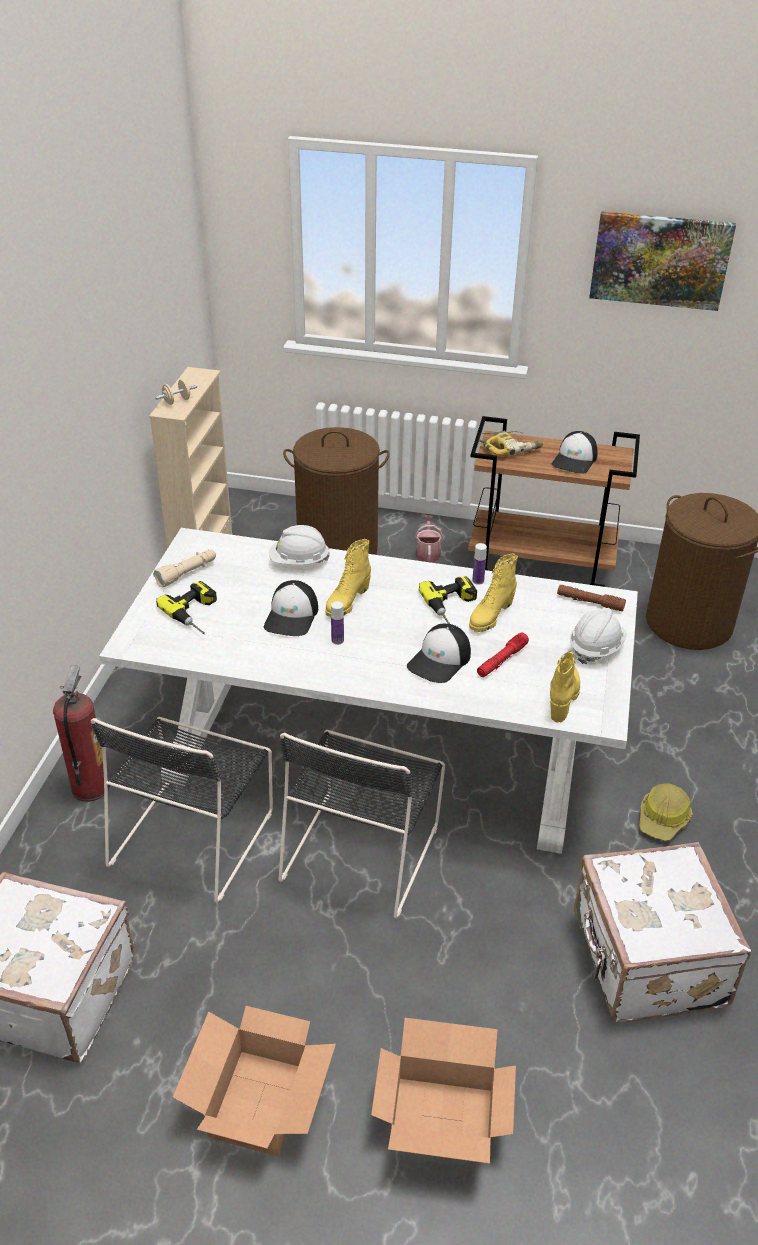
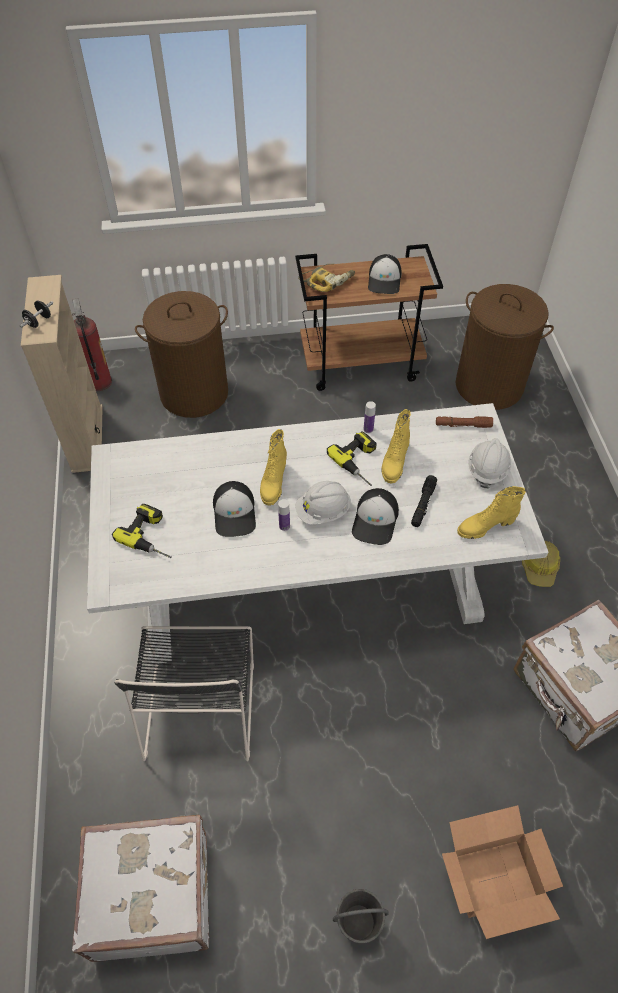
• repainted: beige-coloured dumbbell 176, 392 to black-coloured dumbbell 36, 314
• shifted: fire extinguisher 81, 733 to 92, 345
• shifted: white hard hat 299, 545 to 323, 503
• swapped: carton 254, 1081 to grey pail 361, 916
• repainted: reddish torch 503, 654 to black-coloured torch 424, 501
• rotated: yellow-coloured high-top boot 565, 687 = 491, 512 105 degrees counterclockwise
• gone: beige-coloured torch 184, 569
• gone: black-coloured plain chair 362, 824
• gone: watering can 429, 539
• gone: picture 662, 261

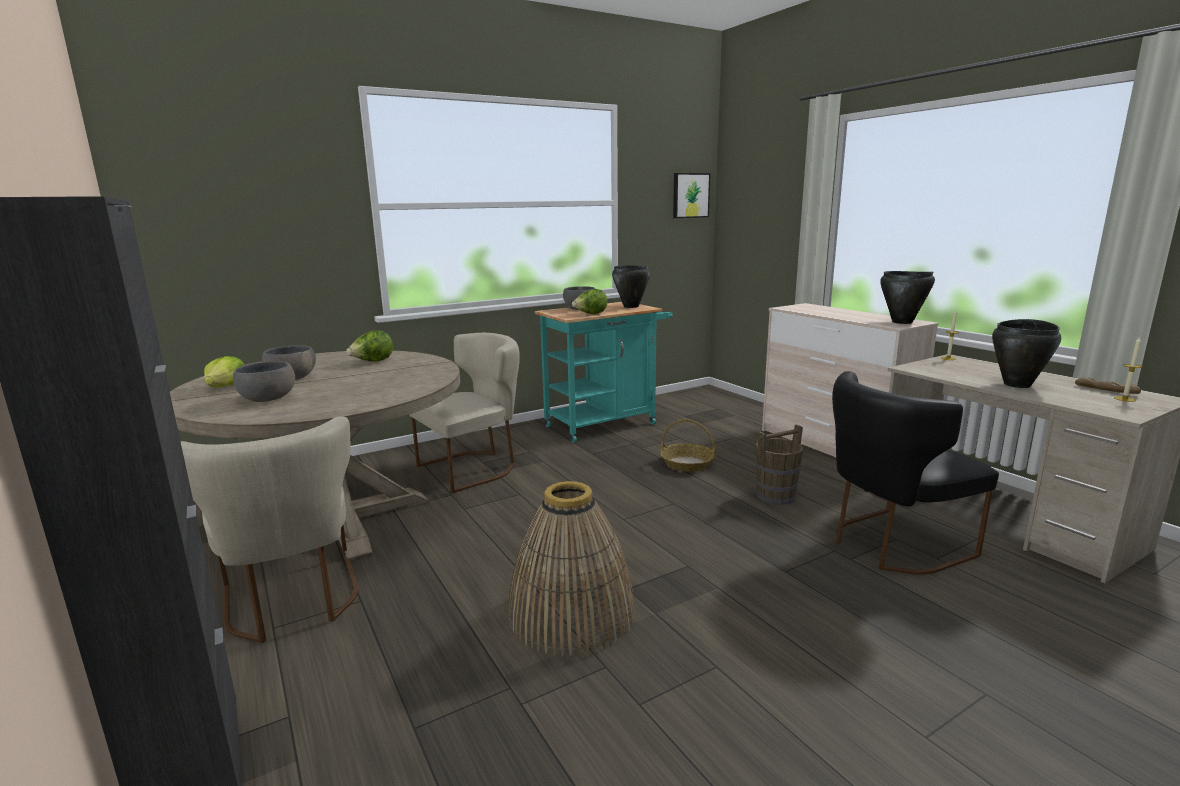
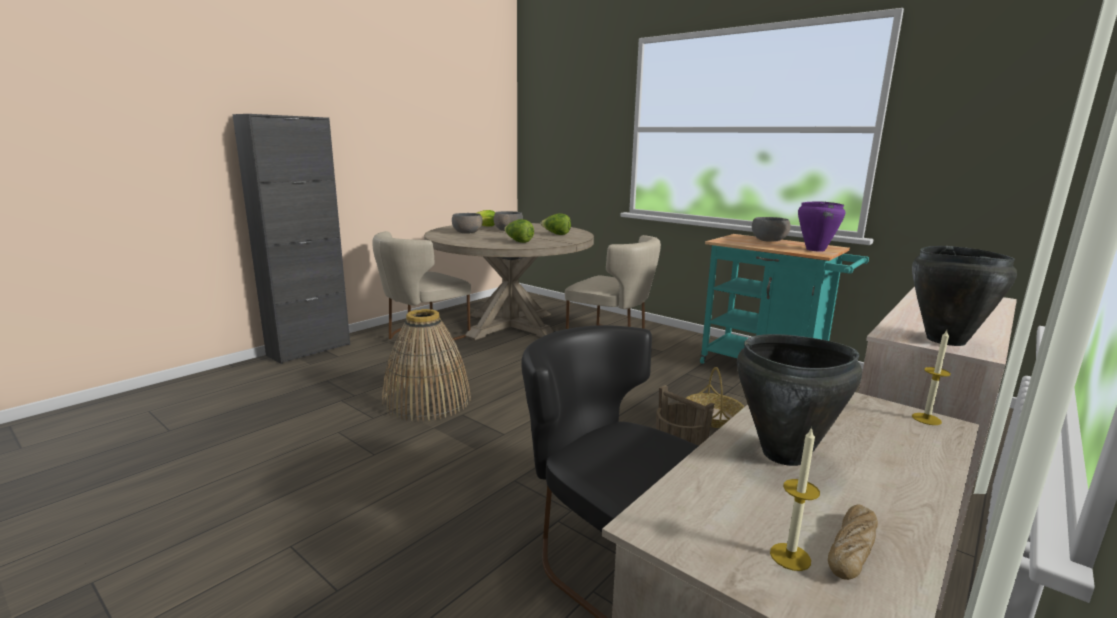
• shifted: lettuce head 590, 301 to 519, 231
• repainted: black-coloured stockpot 631, 286 to purple stockpot 821, 226
• gone: picture 692, 195

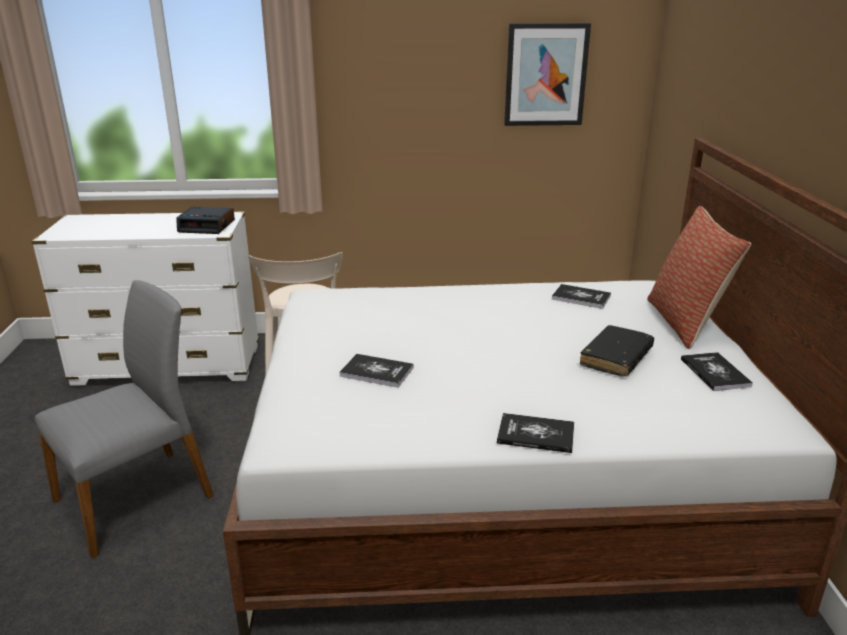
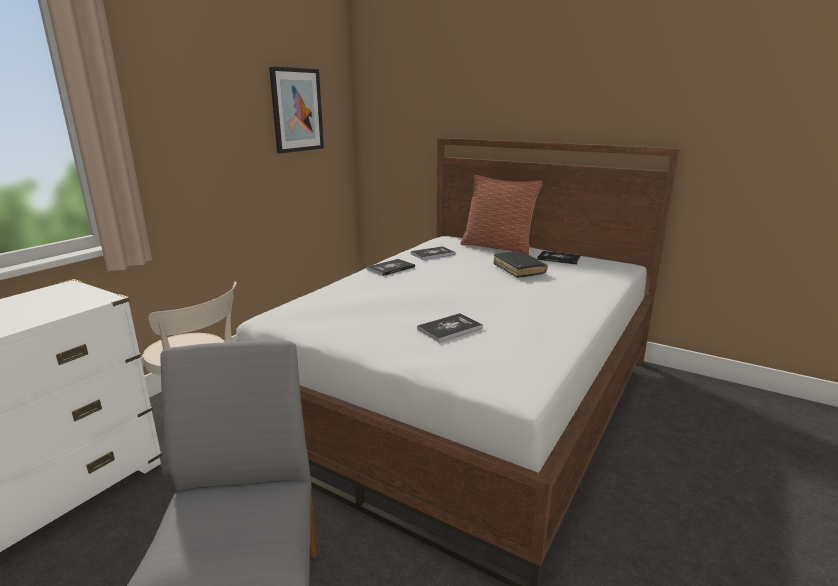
• shifted: bound book 535, 433 to 391, 267
• gone: alarm clock 205, 220

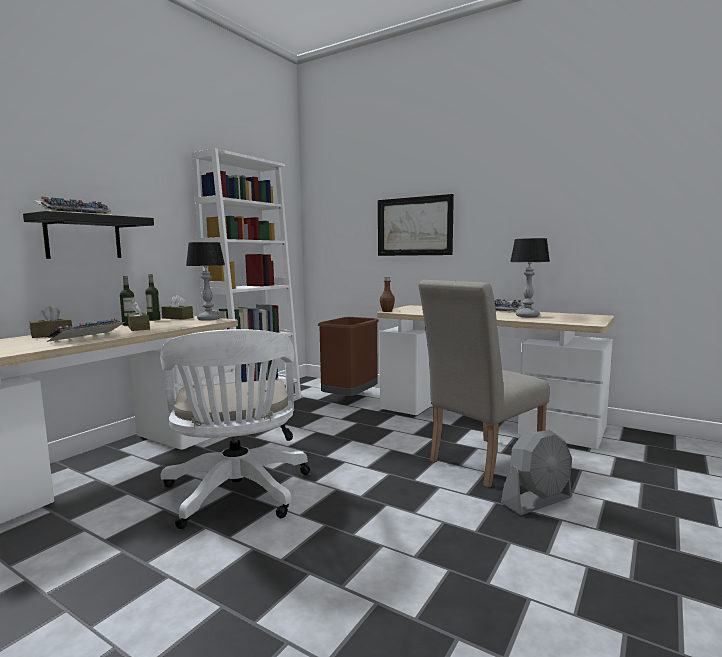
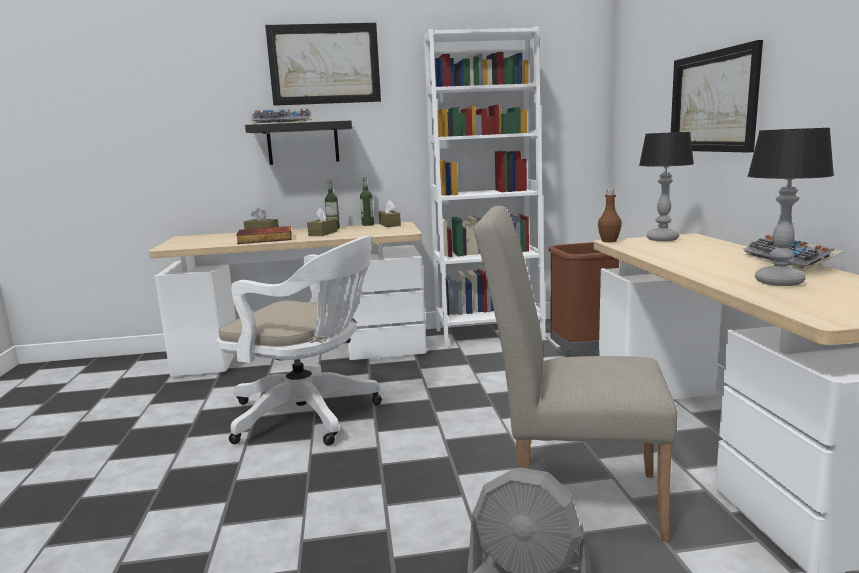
• rotated: white office chair 235, 429 = 299, 340 105 degrees counterclockwise
• swapped: computer keyboard 85, 330 to bound book 264, 235
• new: picture 323, 64
• shifted: tabletop lamp 205, 281 to 666, 186

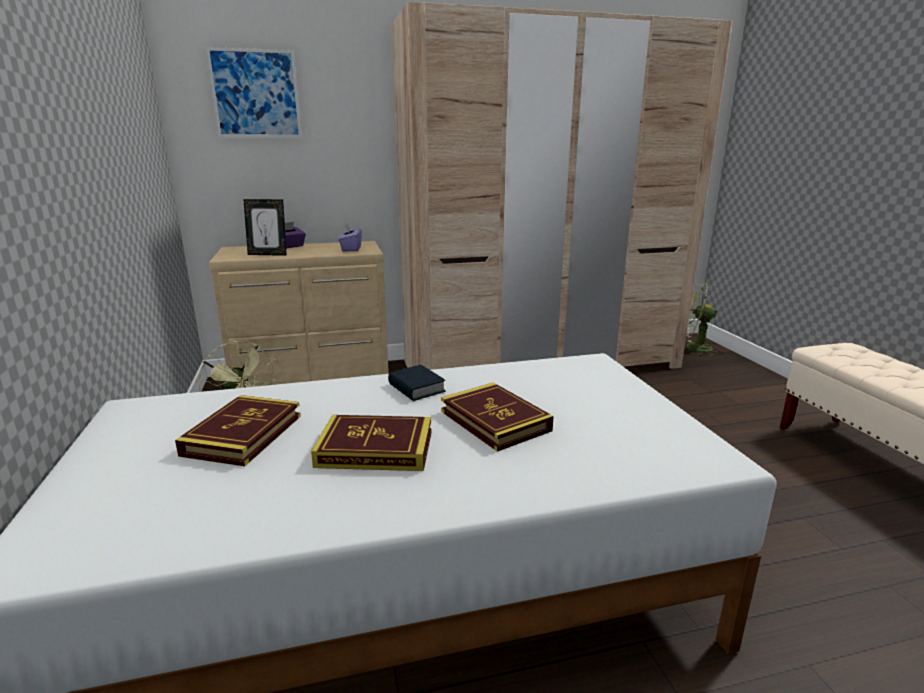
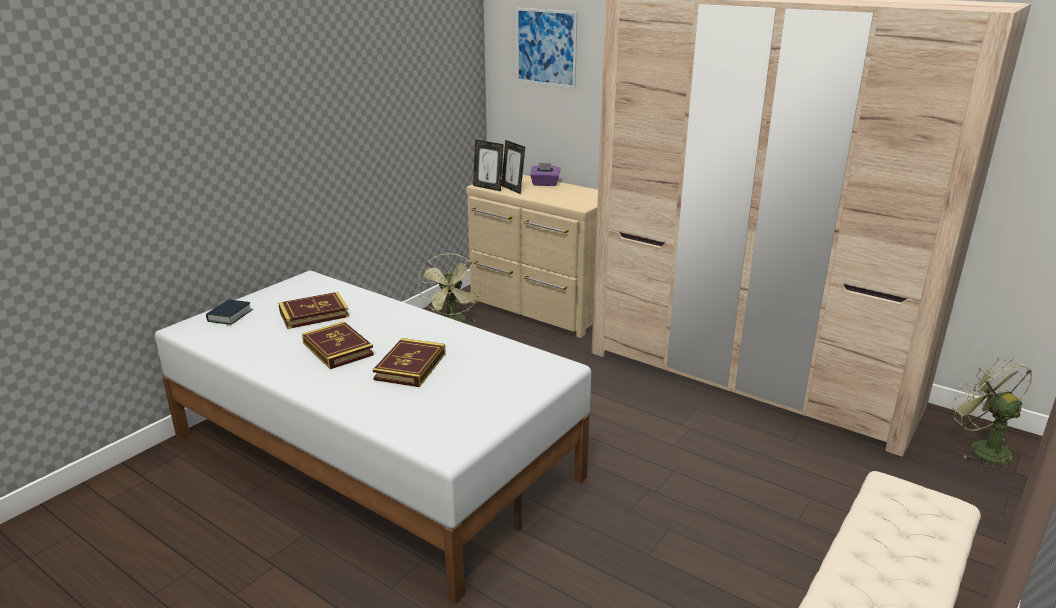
• shifted: bound book 417, 383 to 229, 312
• new: picture frame 488, 165
• gone: purple tissue holder 350, 237

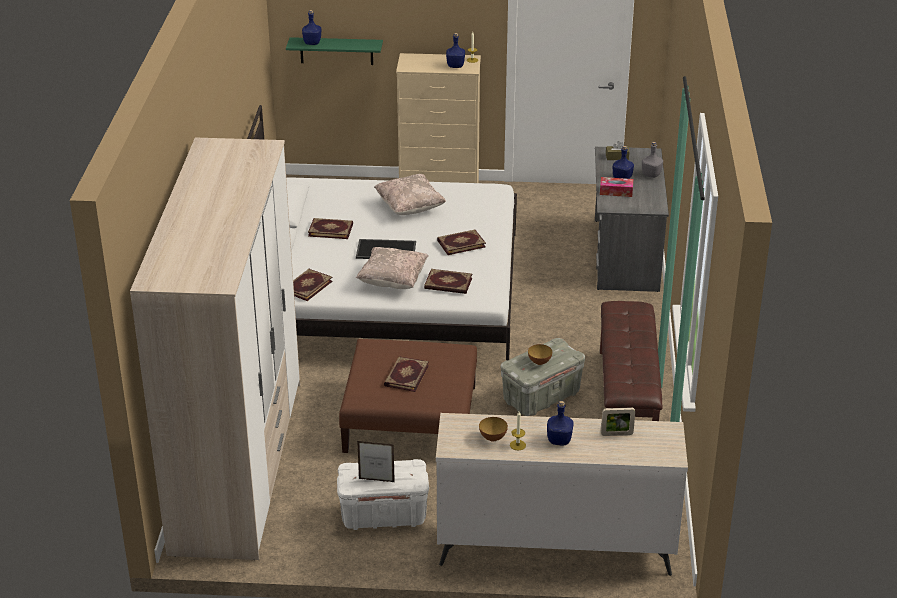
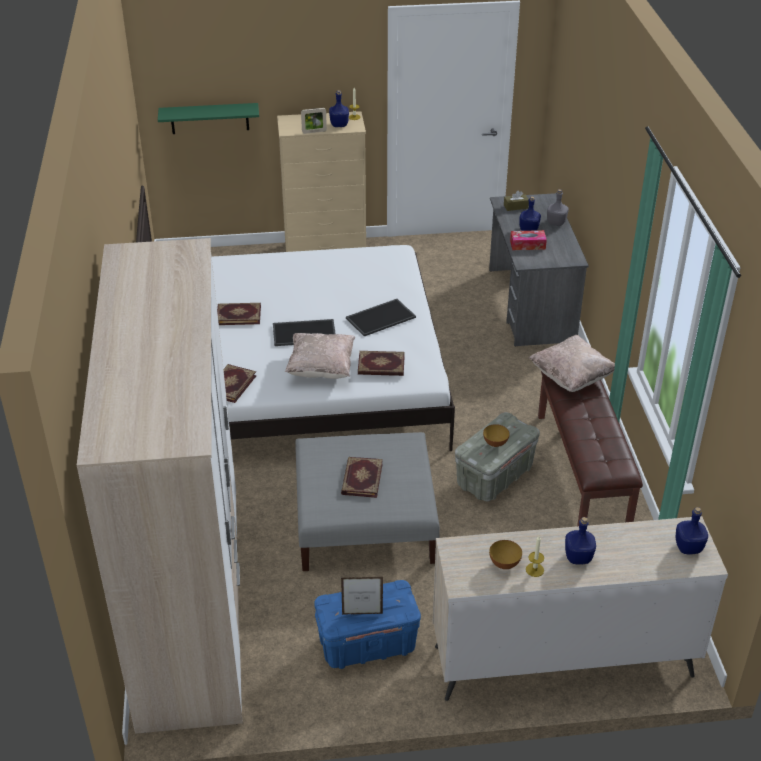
• repainted: brown-coloured pouffe 408, 396 to grey pouffe 367, 501
• shifted: picture frame 618, 421 to 314, 121
• repainted: white storage bin 383, 494 to blue storage bin 367, 624
• swapped: bound book 461, 242 to tray 381, 317
• shifted: beige-coloured throw pillow 410, 194 to 572, 363
• shifted: blue bottle 311, 27 to 692, 531

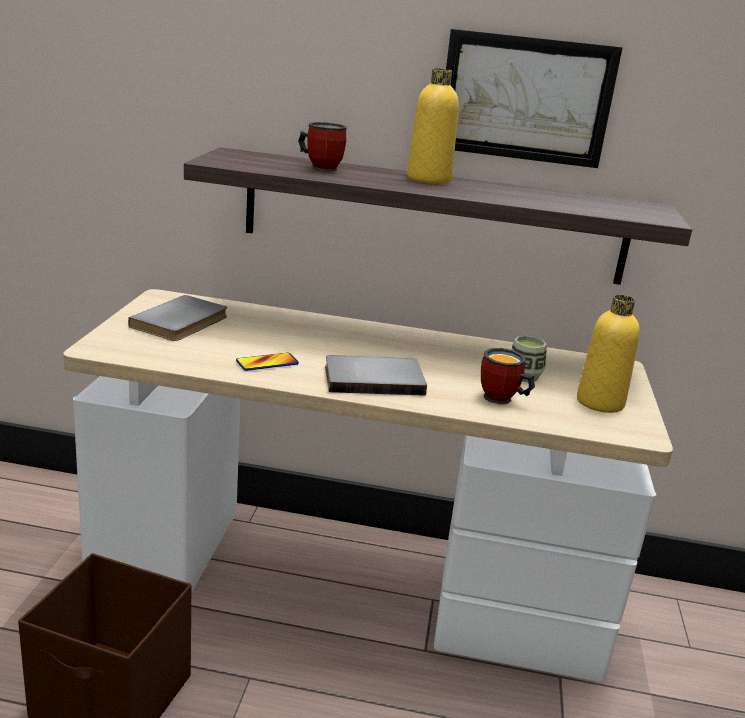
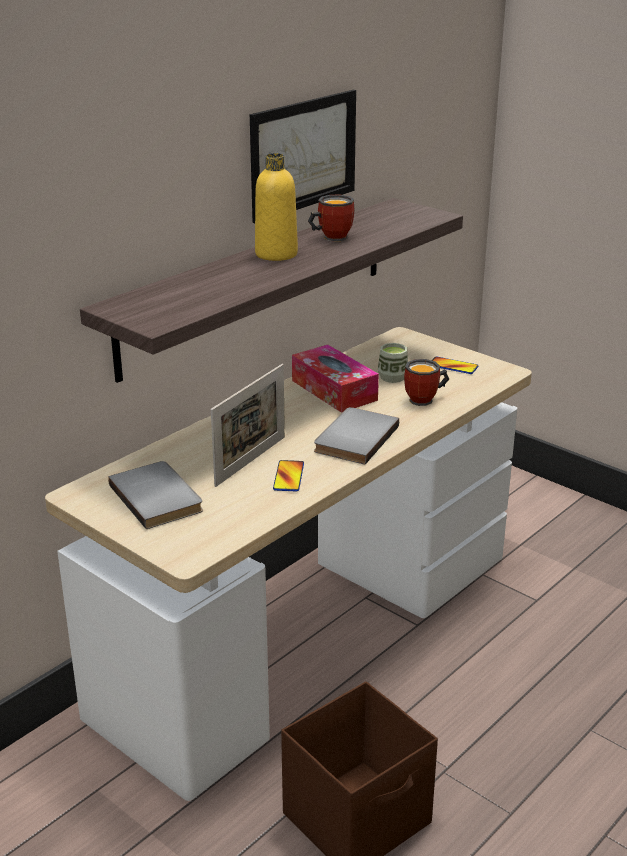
• new: picture frame 248, 425
• new: tissue holder 335, 379
• shifted: coffee mug 322, 147 to 331, 218
• swapped: yellow-coloured bottle 608, 354 to handset 455, 365

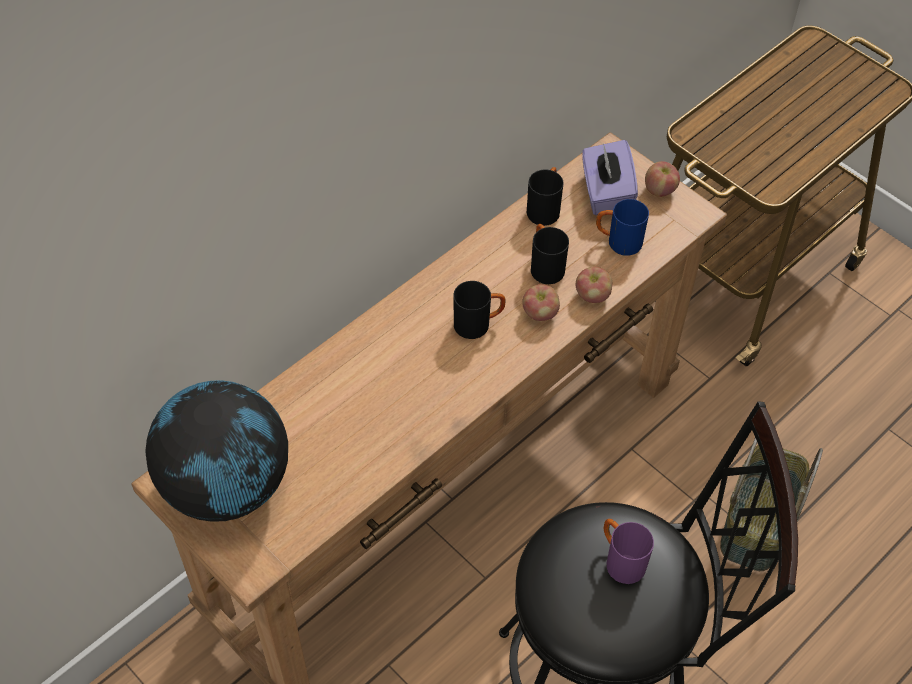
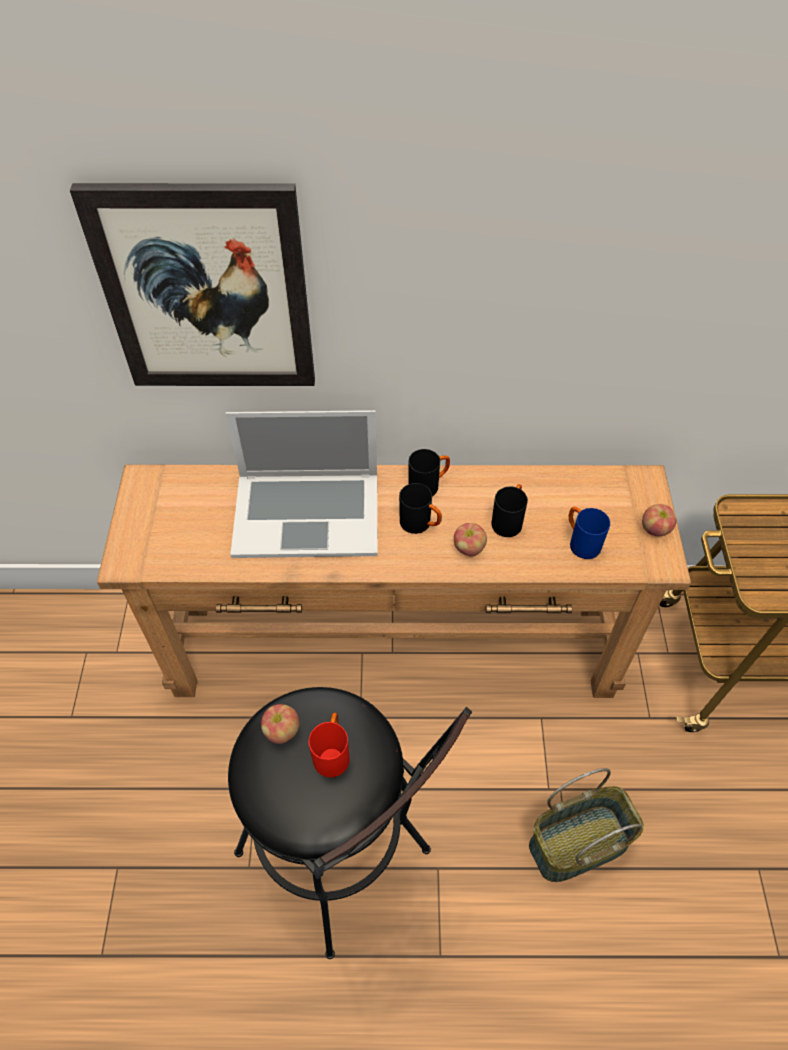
• new: picture 192, 284
• new: laptop 302, 484
• shifted: apple 594, 285 to 280, 724
• repainted: purple coffee mug 629, 551 to reddish coffee mug 329, 745
• shifted: black-coloured coffee mug 545, 196 to 429, 472
• gone: desk globe 216, 451
• gone: purple tissue holder 610, 177

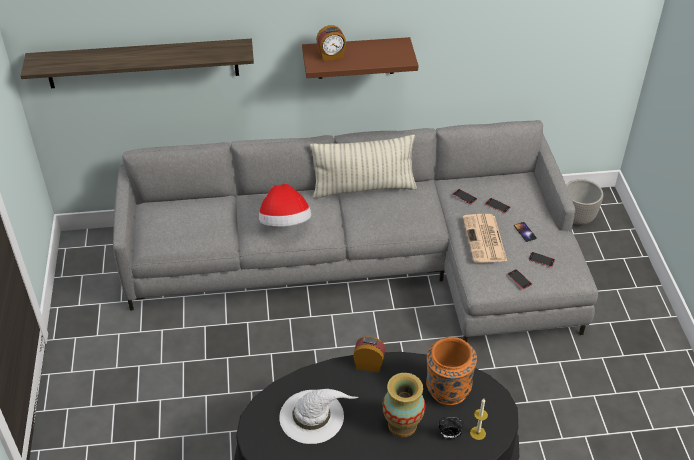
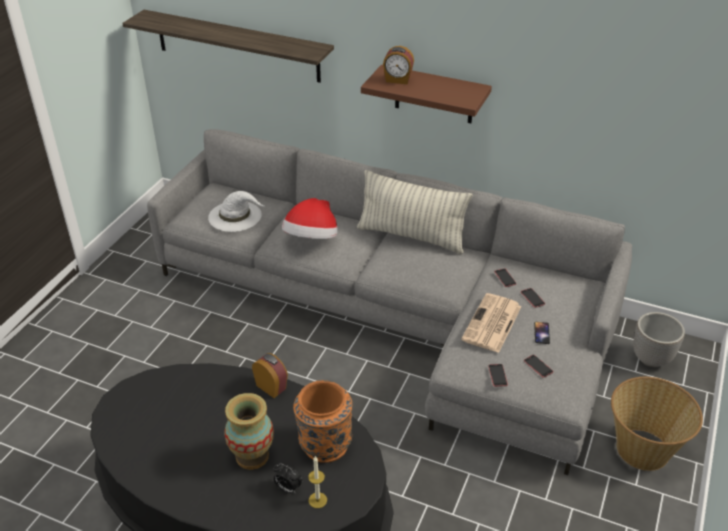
• shifted: white wearable hat 318, 416 to 236, 211
• new: basket 657, 424

